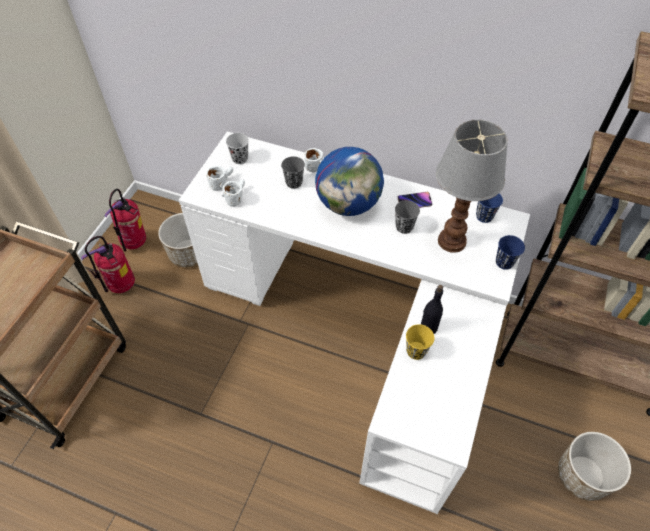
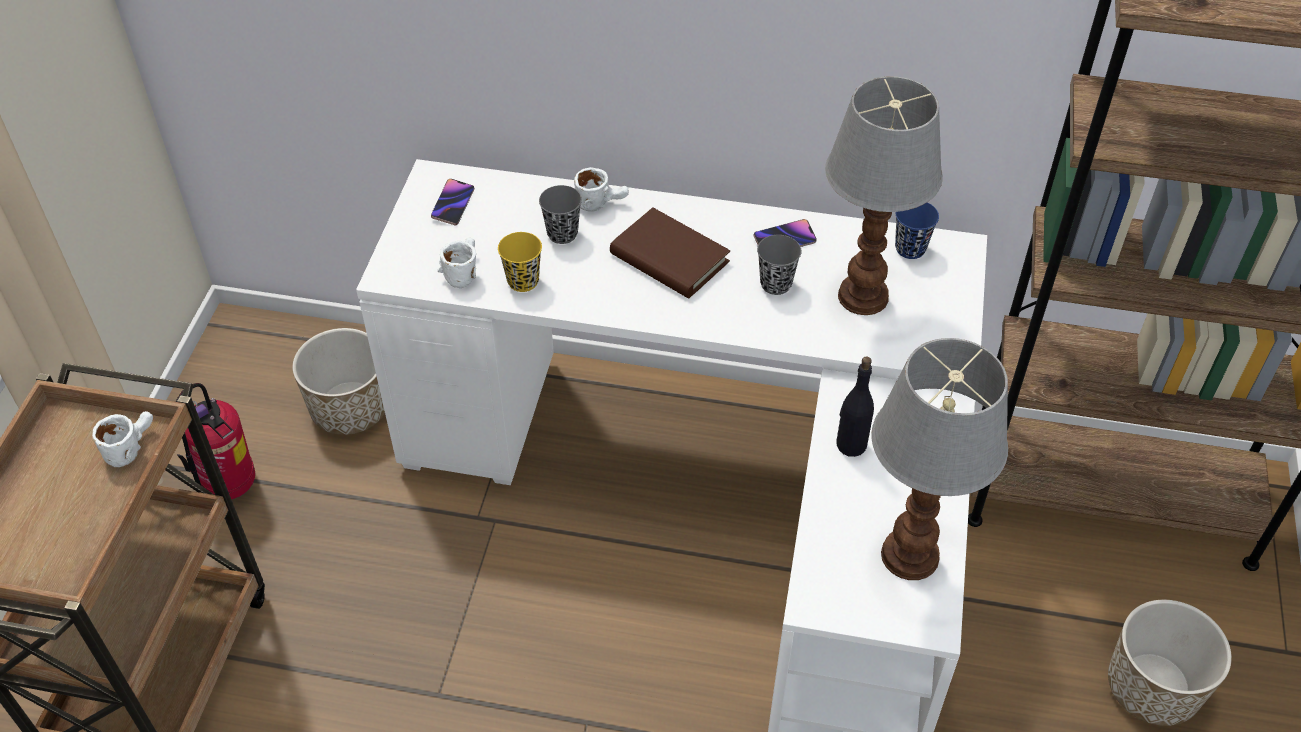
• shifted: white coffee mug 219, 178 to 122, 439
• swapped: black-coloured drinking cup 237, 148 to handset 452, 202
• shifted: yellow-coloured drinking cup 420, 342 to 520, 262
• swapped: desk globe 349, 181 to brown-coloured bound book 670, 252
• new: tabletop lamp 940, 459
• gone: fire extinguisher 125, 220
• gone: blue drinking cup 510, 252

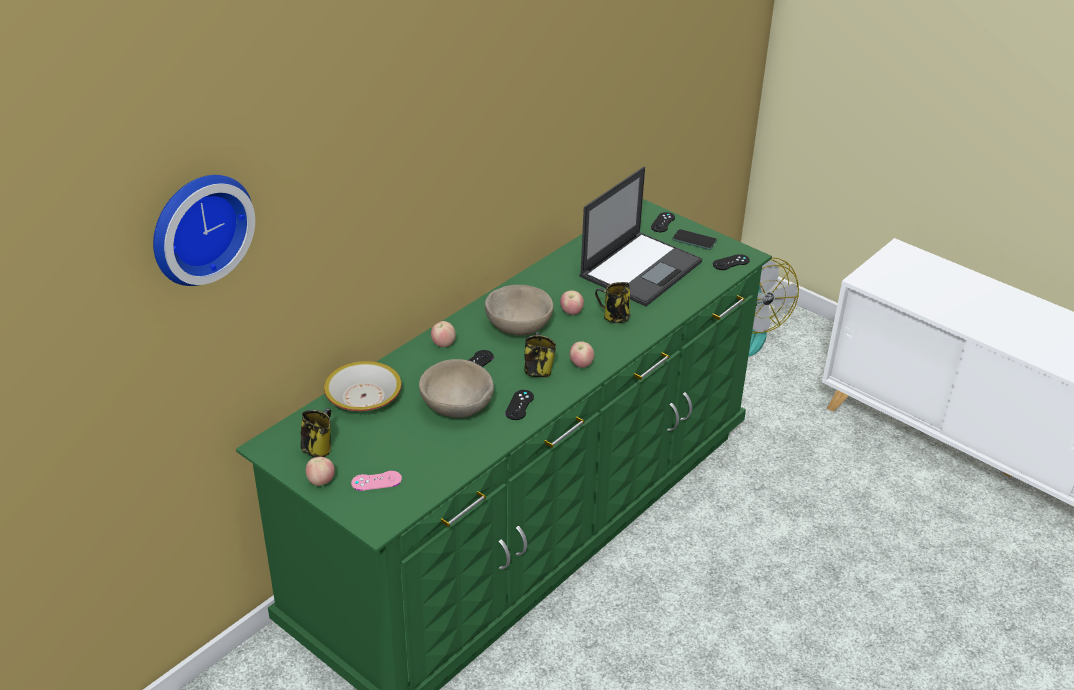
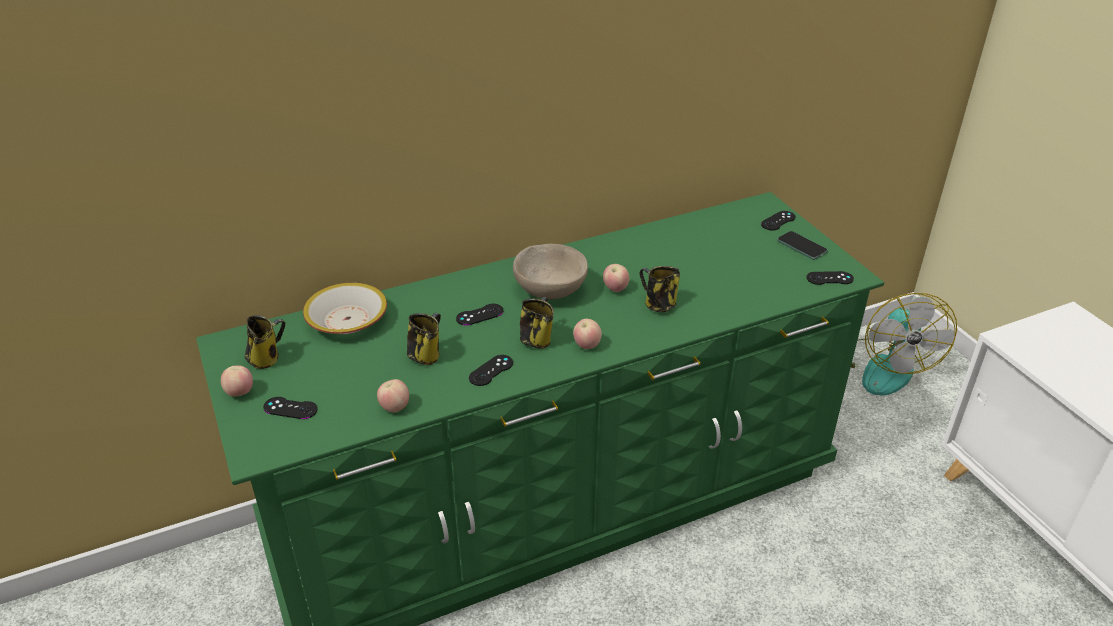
• repainted: pink gamepad 376, 481 to black-coloured gamepad 290, 408
• shifted: apple 443, 334 to 393, 396
• swapped: beige-coloured bowl 456, 388 to coffee mug 424, 339
• gone: hanging clock 204, 230
• gone: laptop 640, 237

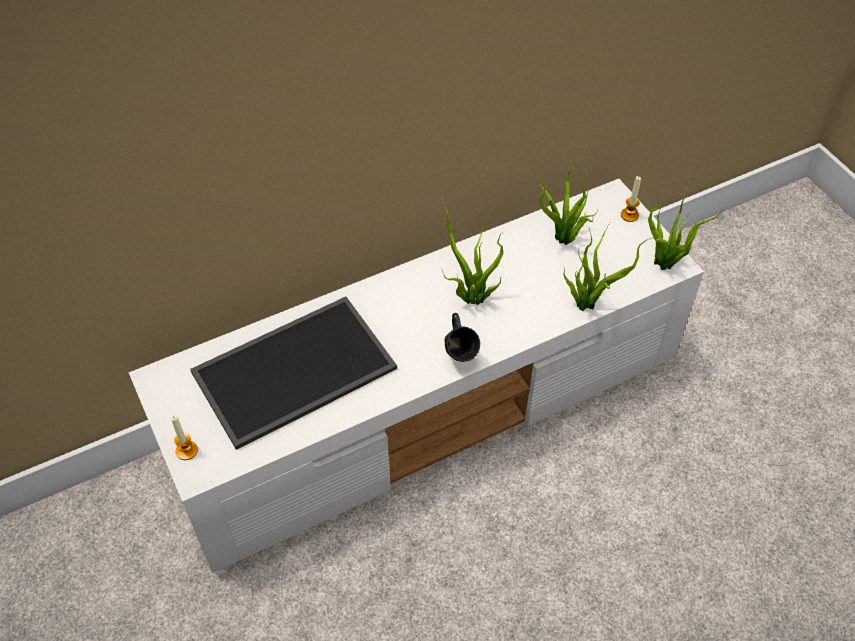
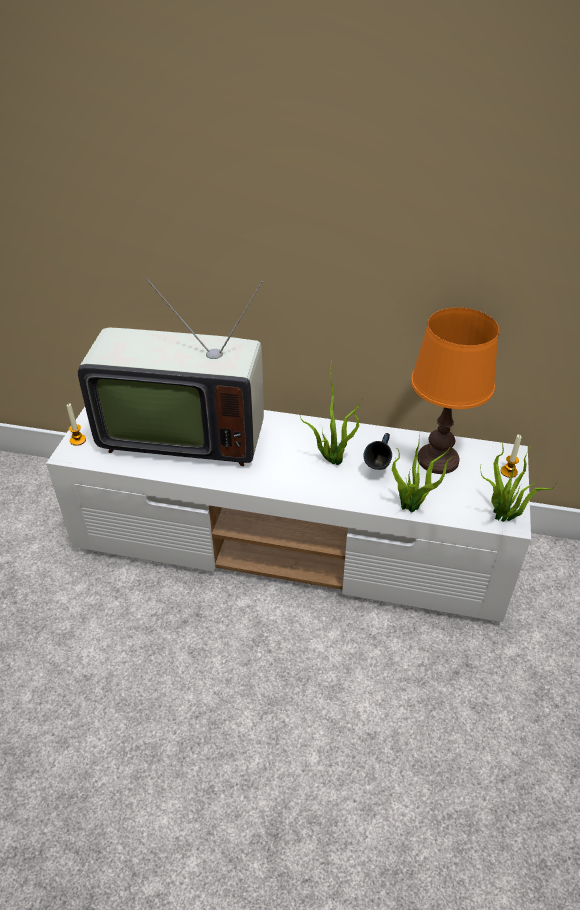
• swapped: tray 293, 373 to TV set 171, 372
• shifted: blue coffee mug 462, 337 to 377, 451
• swapped: houseplant 567, 204 to orange tabletop lamp 455, 390

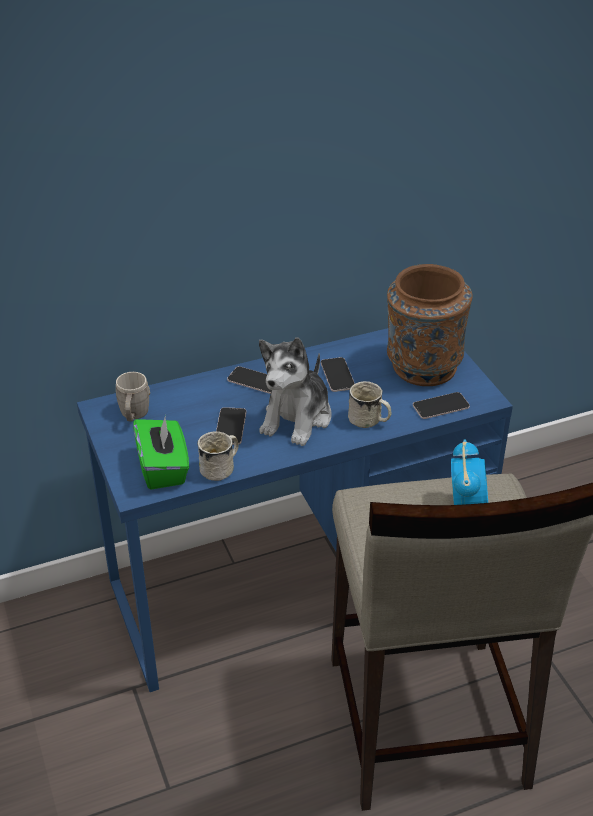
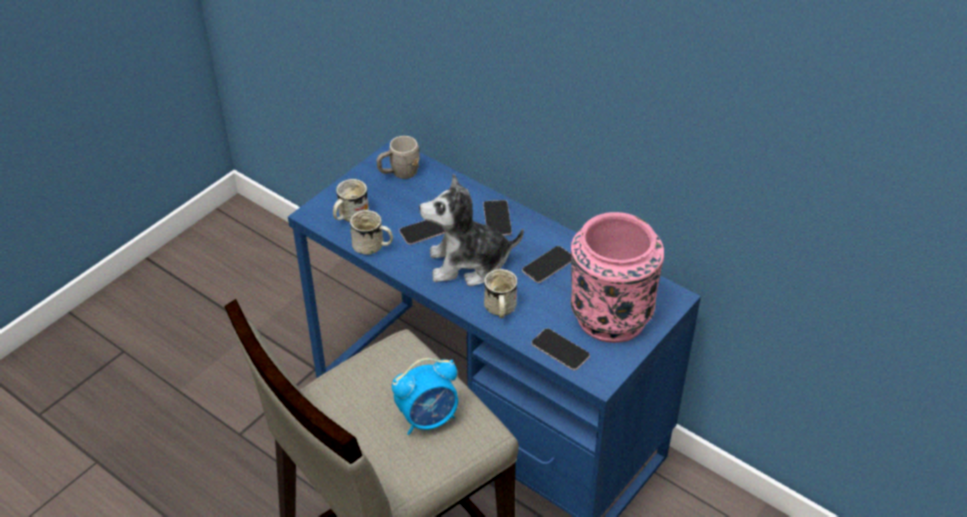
• swapped: green-coloured tissue holder 161, 452 to white coffee mug 351, 200
• repainted: brown-coloured flower vase 429, 325 to pink flower vase 617, 277

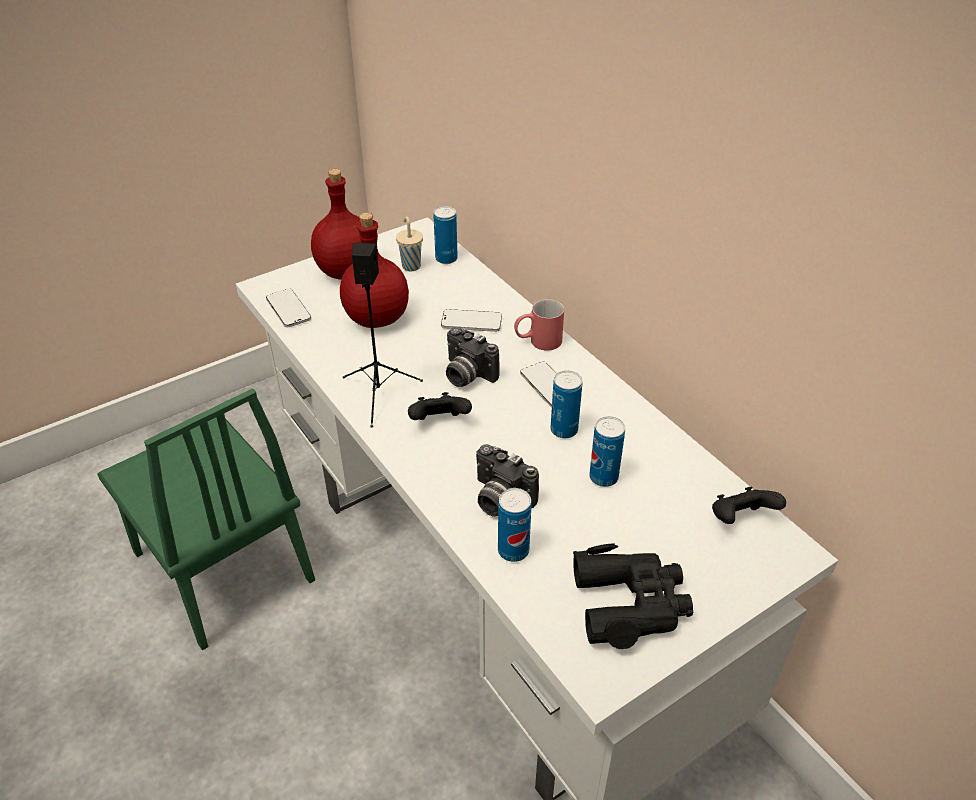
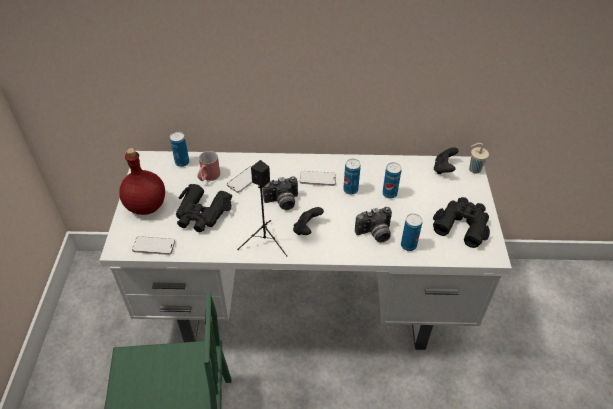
• swapped: reddish bottle 374, 270 to black-coloured field glasses 204, 208
• shifted: reddish coffee mug 539, 325 to 208, 166
• shifted: beige-coloured drinking cup 409, 243 to 479, 158

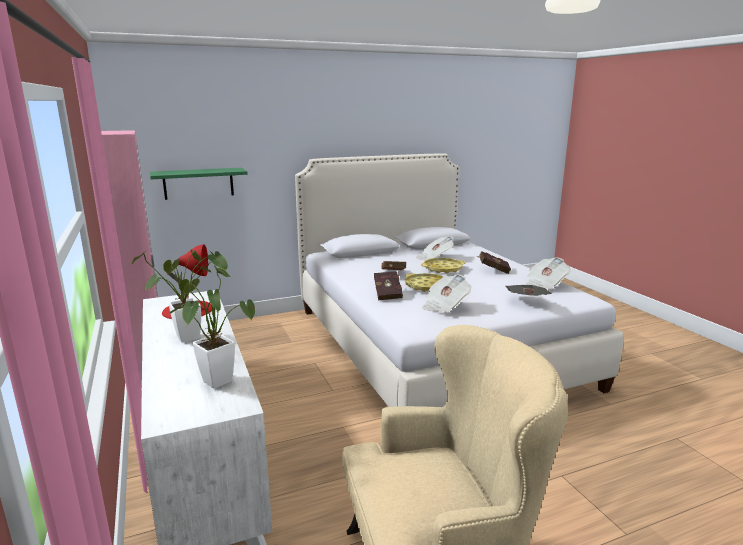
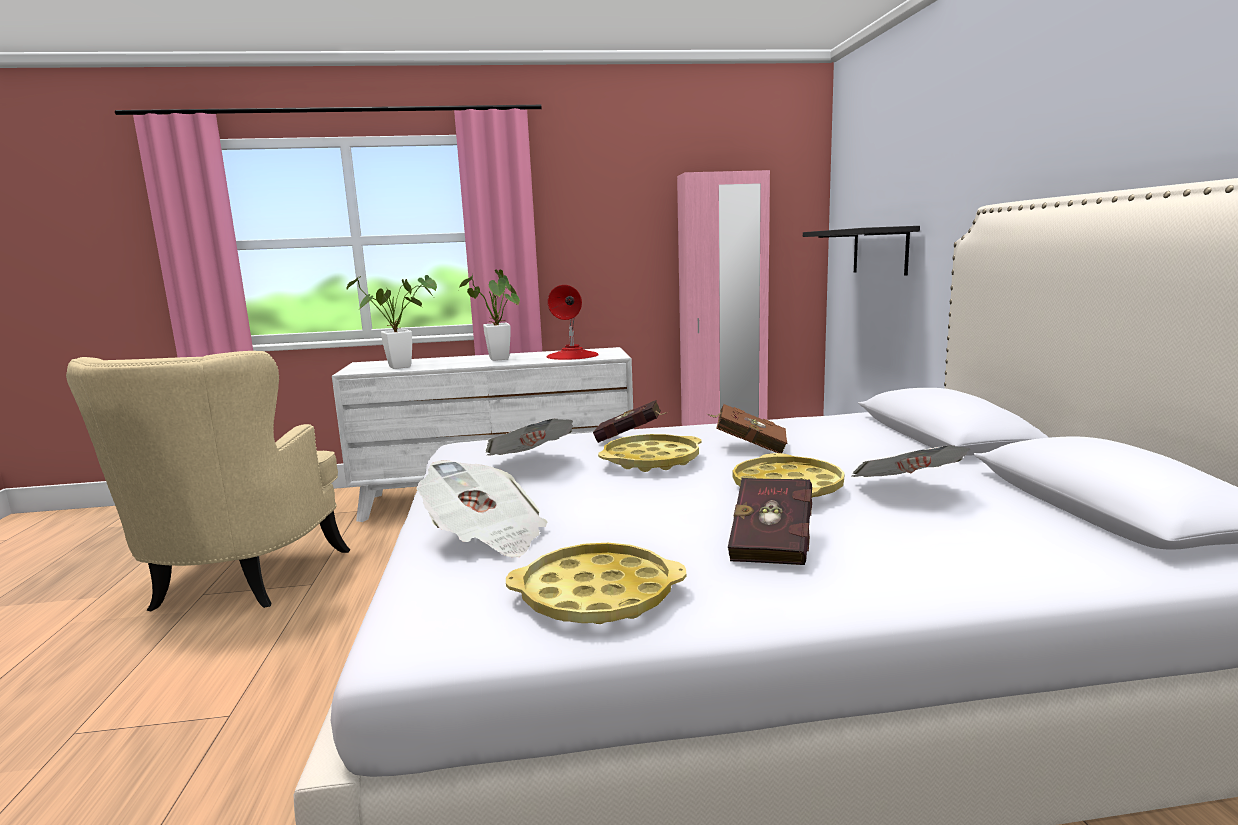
• swapped: daily paper 548, 273 to yellow-coloured tray 596, 583
• repainted: green-coloured wall shelf 199, 184 to black-coloured wall shelf 861, 251

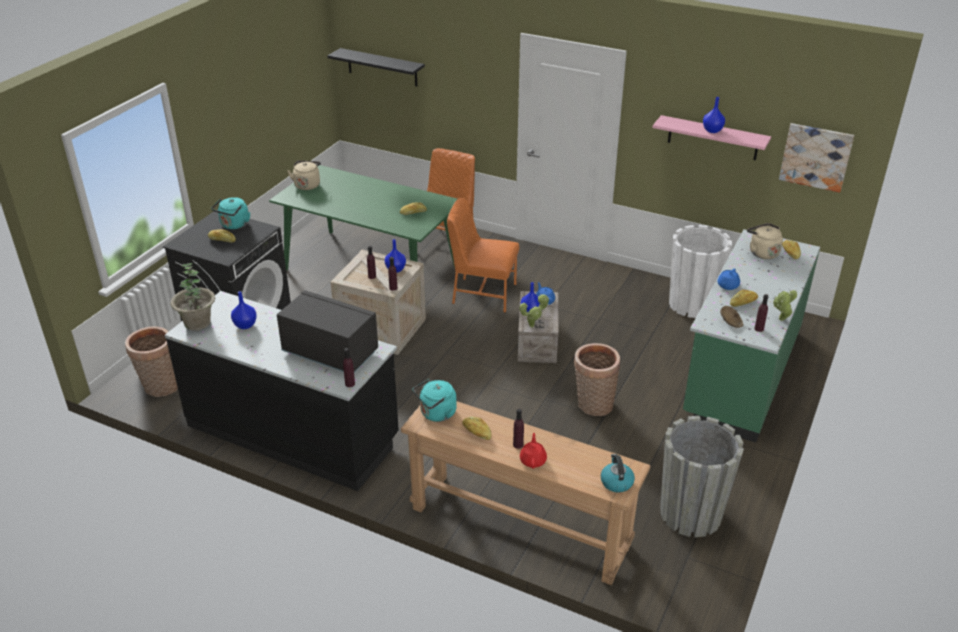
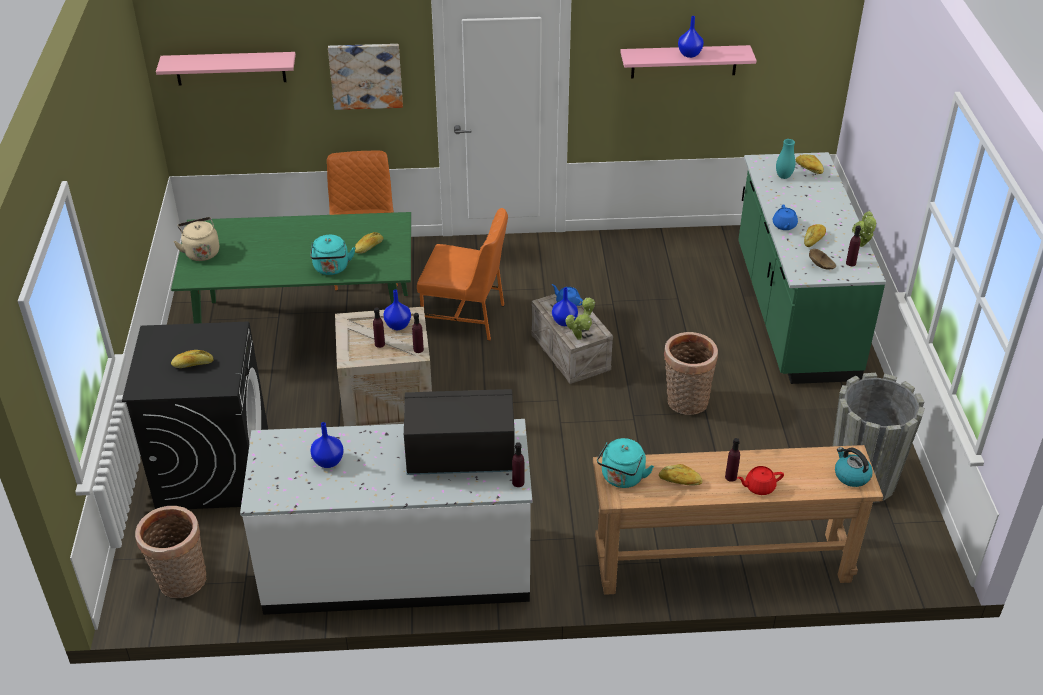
• repainted: black-coloured wall shelf 376, 67 to pink wall shelf 226, 69
• repainted: black-coloured kitchen counter 282, 391 to white kitchen counter 386, 517
• shifted: blue-green water kettle 231, 213 to 332, 255
• shifted: picture 816, 157 to 365, 77
• rotated: orange plain chair 483, 255 = 462, 274 150 degrees counterclockwise
• rotated: reddish tea pot 533, 451 = 760, 480 75 degrees counterclockwise
• swapped: beige-coloured water kettle 765, 241 to blue-green flower vase 785, 159
• gone: houseplant 192, 296
• gone: white planter 700, 271

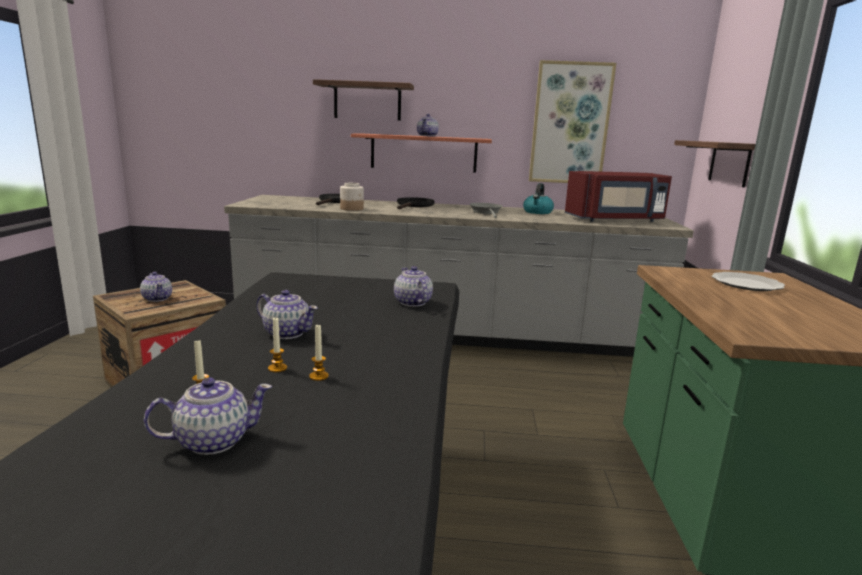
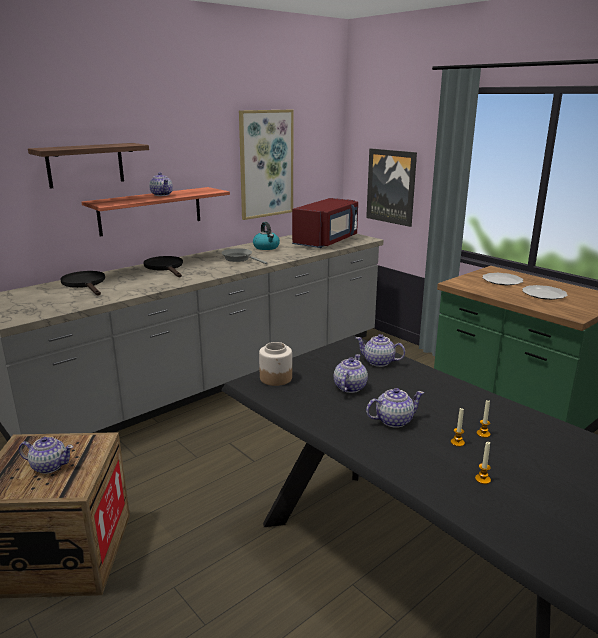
• shifted: jar 352, 197 to 275, 364
• shifted: tea pot 208, 416 to 351, 373
• swapped: wall shelf 715, 164 to picture 391, 187
• new: flat dish 544, 292

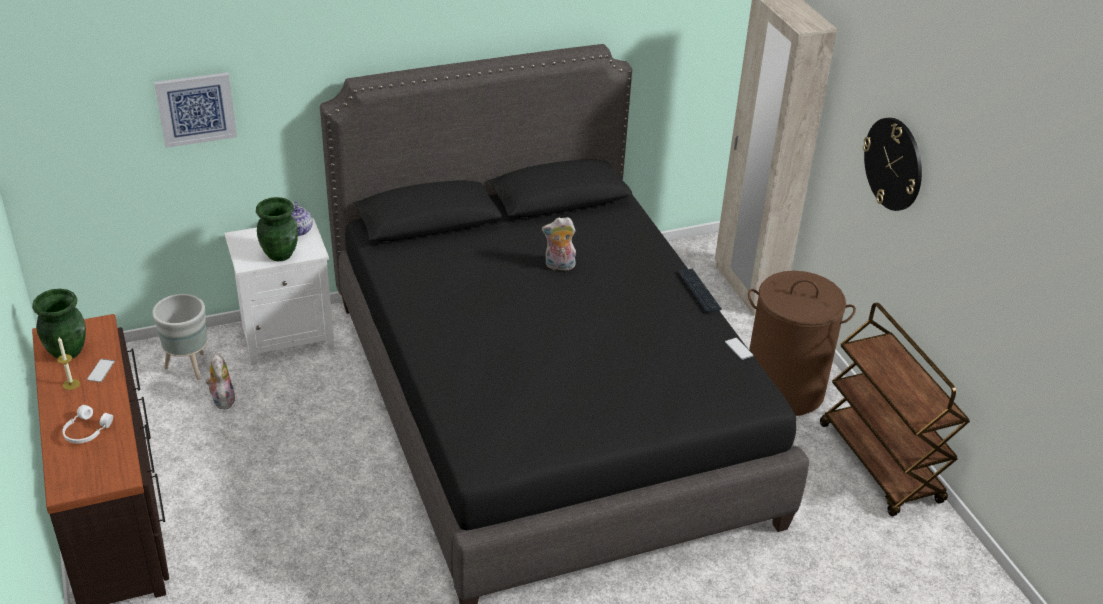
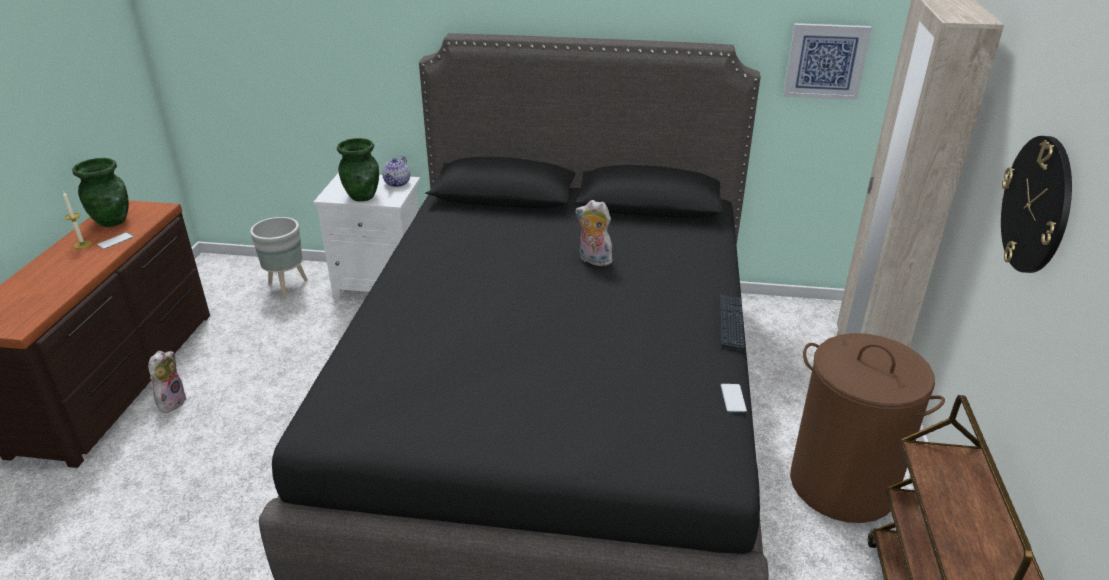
• shifted: cuddly toy 221, 381 to 167, 382
• shifted: picture 195, 110 to 827, 61
• gone: white headphones 87, 424

